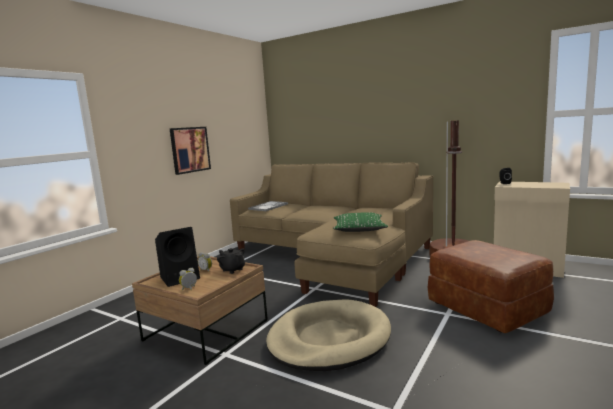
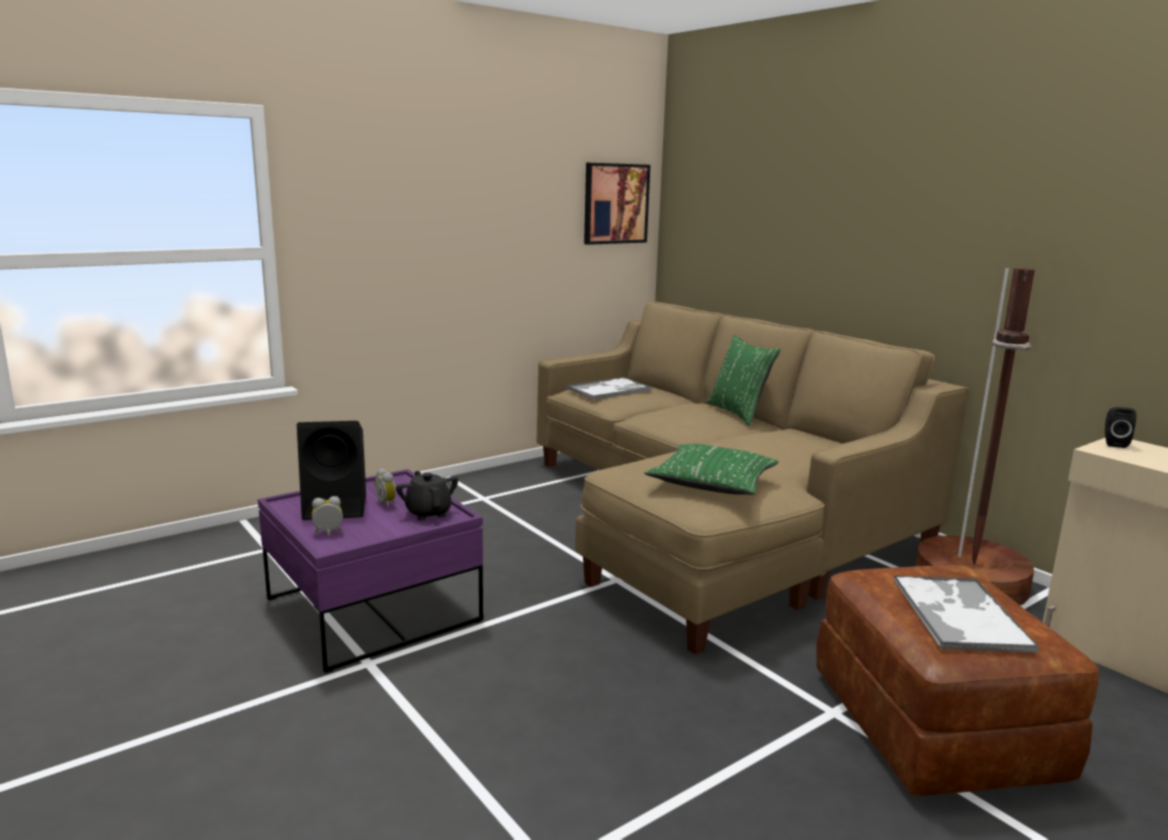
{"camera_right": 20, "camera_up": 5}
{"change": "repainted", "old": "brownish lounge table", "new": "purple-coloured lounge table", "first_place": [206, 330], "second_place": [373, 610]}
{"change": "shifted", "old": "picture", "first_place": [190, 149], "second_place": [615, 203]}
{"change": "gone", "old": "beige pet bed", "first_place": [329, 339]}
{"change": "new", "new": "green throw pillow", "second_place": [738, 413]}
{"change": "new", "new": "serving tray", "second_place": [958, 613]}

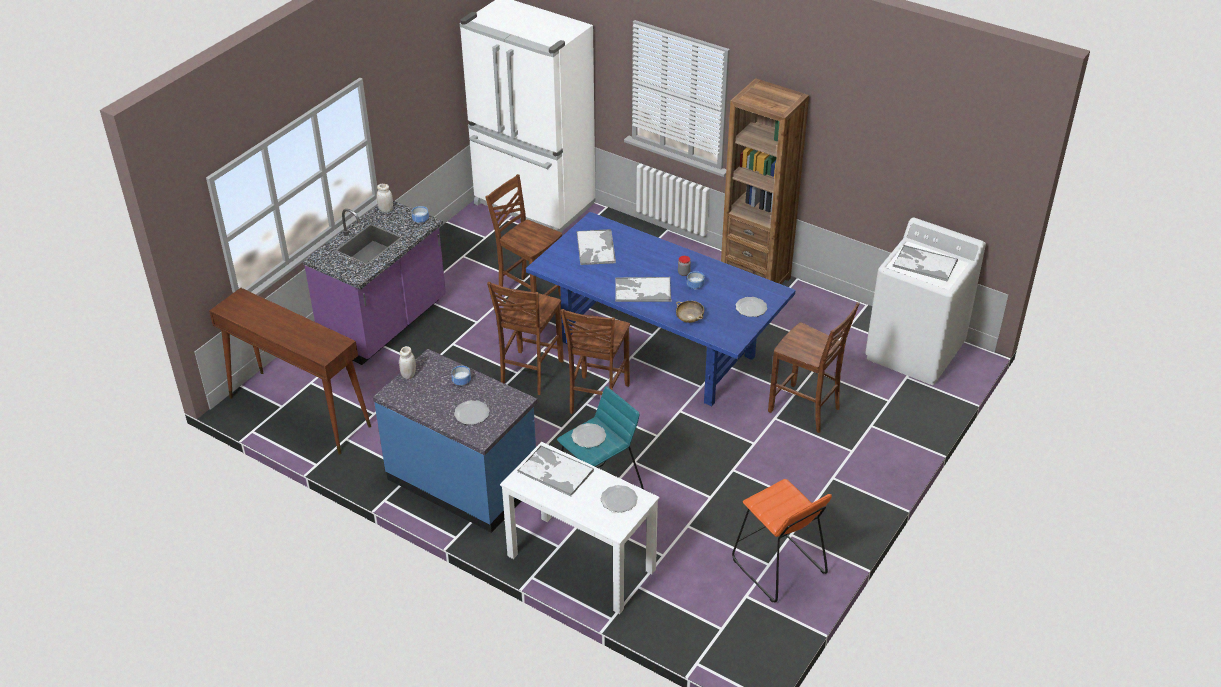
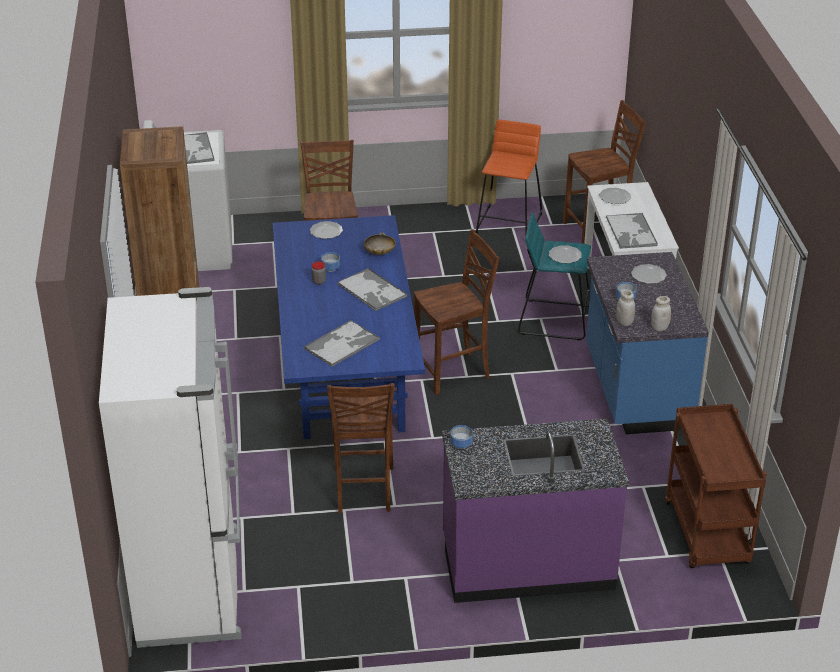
{"camera_right": -130, "camera_up": -5}
{"change": "swapped", "old": "brownish hall table", "new": "brownish wheeled cart", "first_place": [298, 411], "second_place": [708, 535]}
{"change": "shifted", "old": "whitish jar", "first_place": [386, 210], "second_place": [624, 322]}
{"change": "shifted", "old": "brownish plain chair", "first_place": [529, 374], "second_place": [599, 229]}

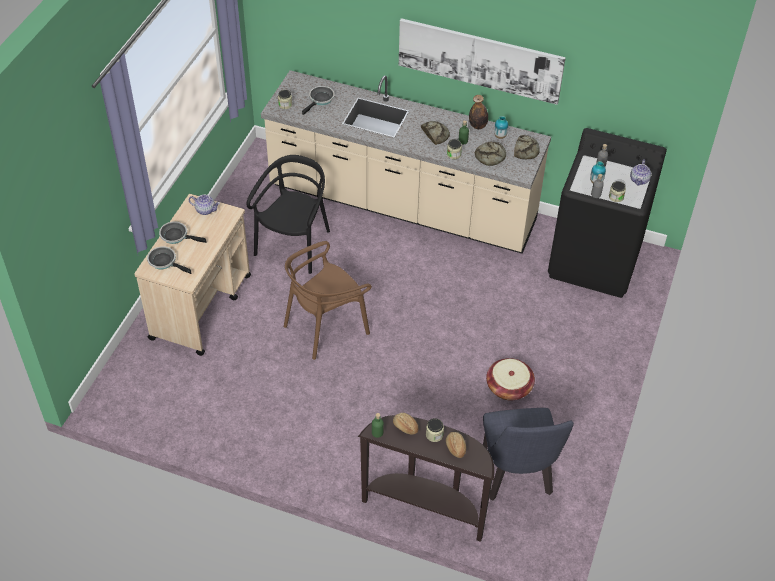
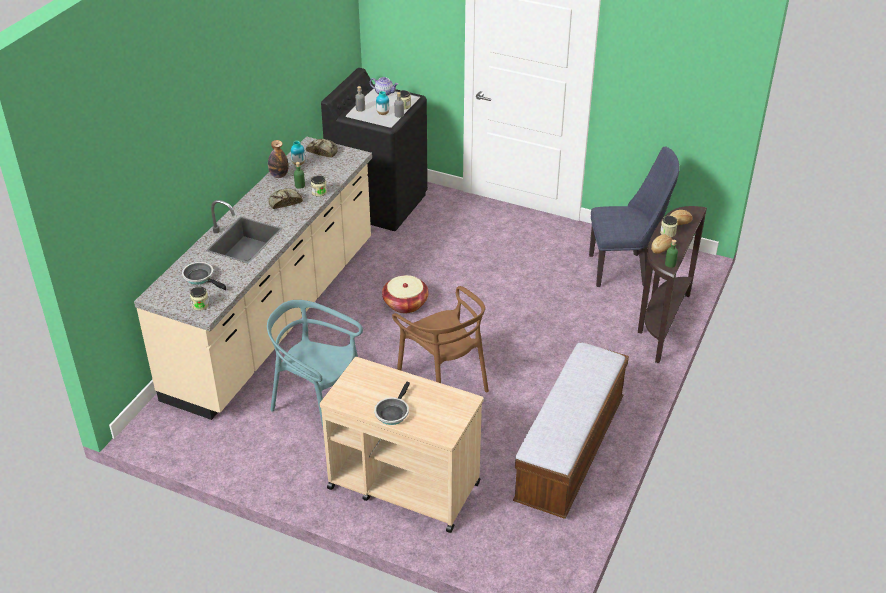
{"camera_right": -85, "camera_up": -10}
{"change": "gone", "old": "pan", "first_place": [164, 262]}
{"change": "gone", "old": "pot for tea", "first_place": [205, 210]}
{"change": "repainted", "old": "black-coloured plain chair", "new": "turquoise-coloured plain chair", "first_place": [294, 245], "second_place": [317, 404]}
{"change": "gone", "old": "picture", "first_place": [480, 60]}
{"change": "gone", "old": "bread", "first_place": [491, 157]}
{"change": "shifted", "old": "household basket", "first_place": [509, 387], "second_place": [405, 303]}
{"change": "new", "new": "indoor bench", "second_place": [569, 451]}

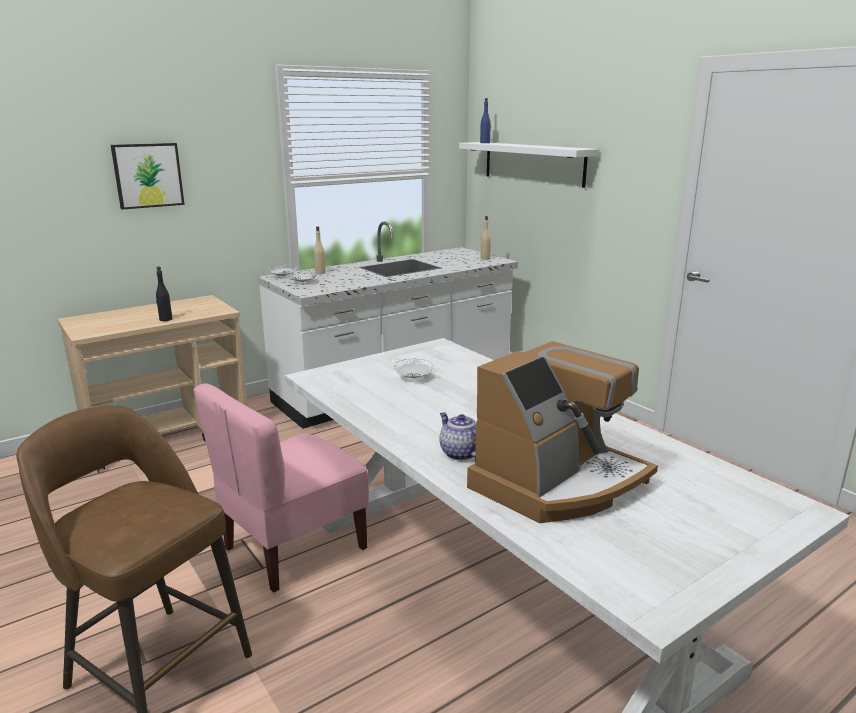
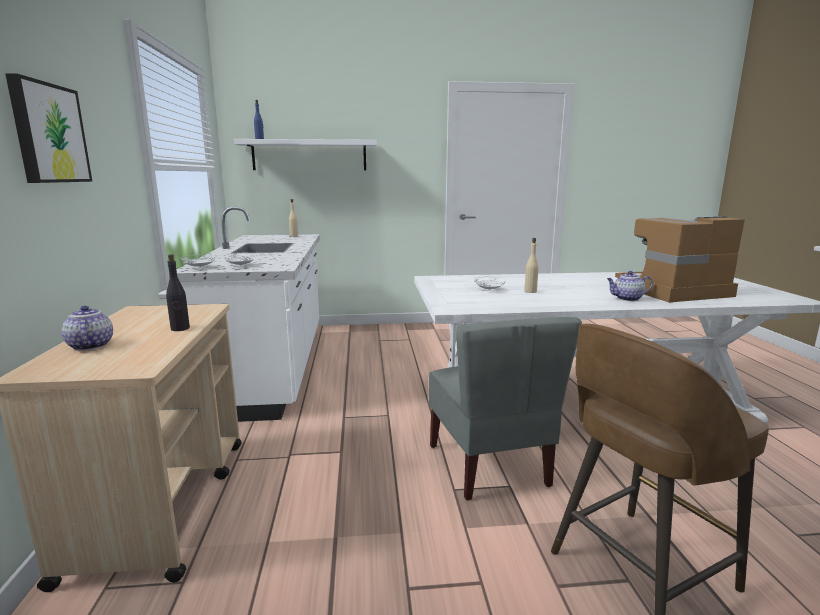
{"camera_right": -60, "camera_up": -5}
{"change": "repainted", "old": "pink plain chair", "new": "greyish plain chair", "first_place": [293, 548], "second_place": [490, 465]}
{"change": "shifted", "old": "beige drink bottle", "first_place": [320, 273], "second_place": [530, 291]}
{"change": "rotated", "old": "coffee maker", "first_place": [558, 483], "second_place": [672, 291], "degrees": -90}
{"change": "new", "new": "pot for tea", "second_place": [90, 345]}

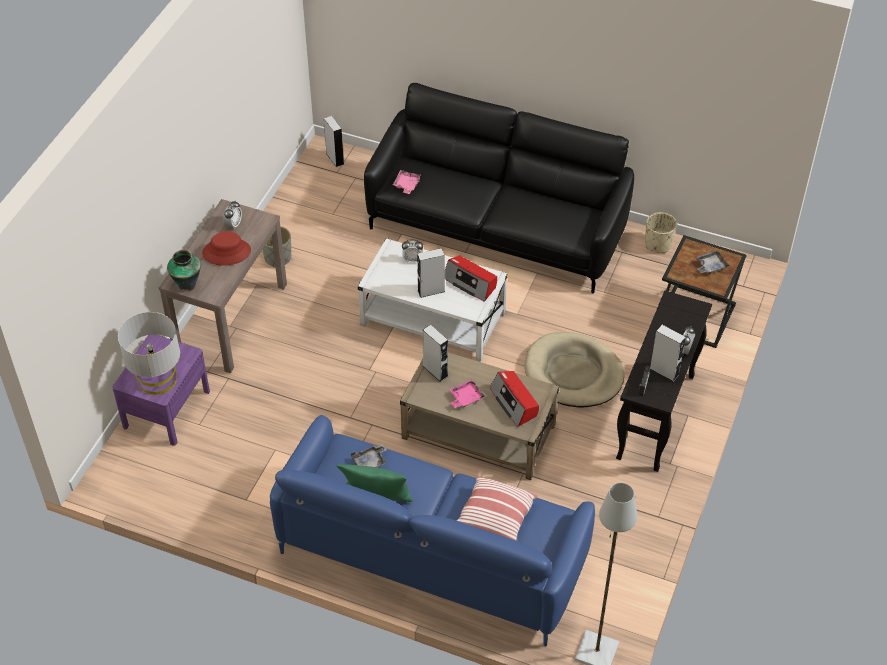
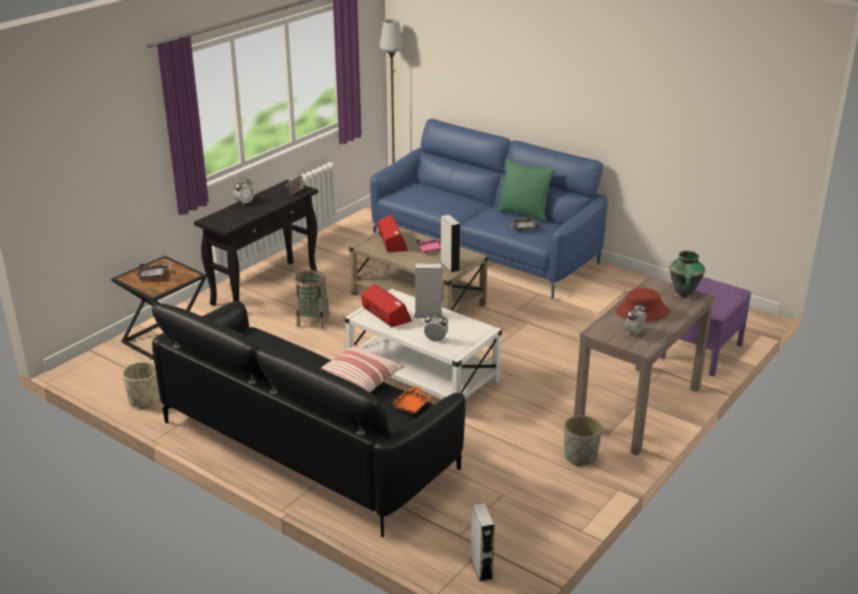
{"camera_right": -165, "camera_up": -20}
{"change": "gone", "old": "greyish tabletop lamp", "first_place": [157, 379]}
{"change": "repainted", "old": "pink serving tray", "new": "orangey serving tray", "first_place": [406, 185], "second_place": [412, 405]}
{"change": "shifted", "old": "throw pillow", "first_place": [495, 517], "second_place": [359, 380]}
{"change": "swapped", "old": "beige pet bed", "new": "household basket", "first_place": [573, 373], "second_place": [313, 320]}
{"change": "gone", "old": "greyish speaker", "first_place": [664, 371]}

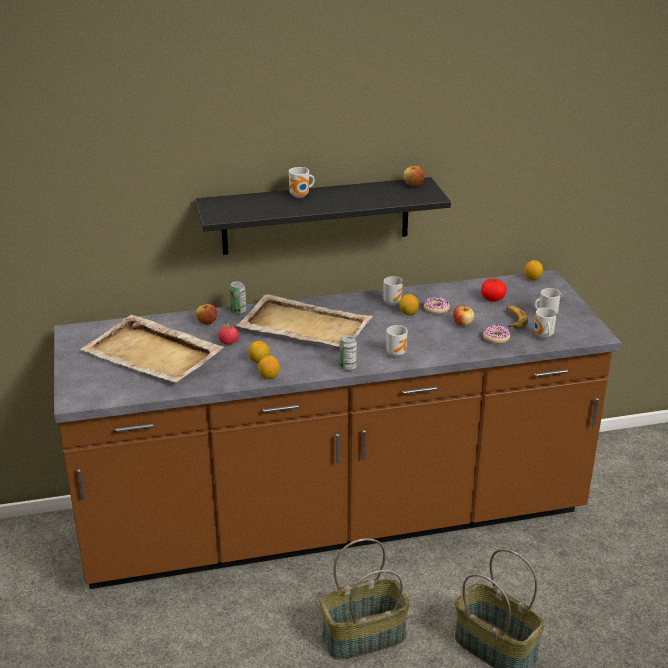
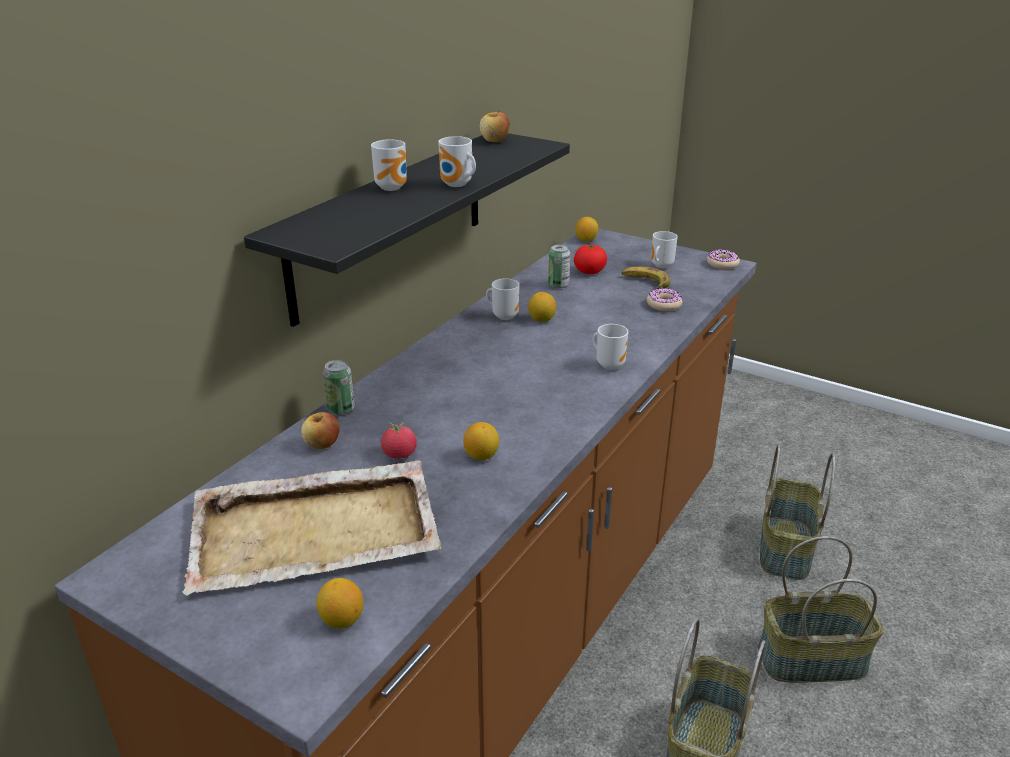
{"camera_right": -45, "camera_up": 0}
{"change": "gone", "old": "beige serving tray", "first_place": [303, 326]}
{"change": "shifted", "old": "whole lemon", "first_place": [269, 376], "second_place": [341, 620]}
{"change": "shifted", "old": "can", "first_place": [348, 367], "second_place": [558, 285]}
{"change": "shifted", "old": "ring doughnut", "first_place": [436, 309], "second_place": [722, 264]}
{"change": "gone", "old": "apple fruit", "first_place": [463, 324]}
{"change": "shifted", "old": "tea mug", "first_place": [542, 336], "second_place": [457, 185]}
{"change": "new", "new": "household basket", "second_place": [783, 547]}

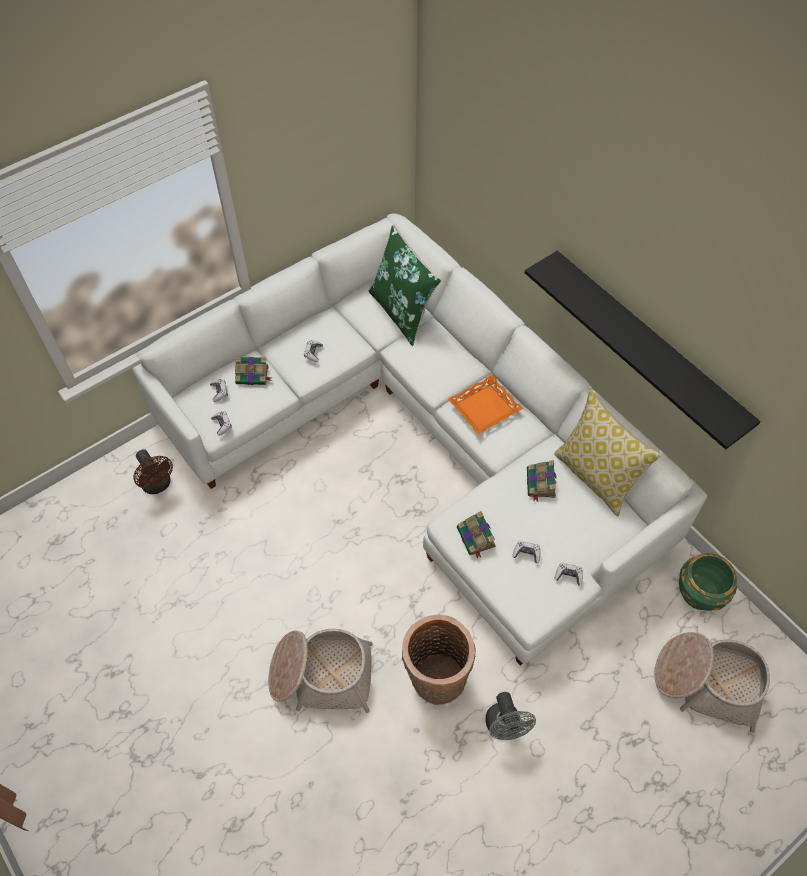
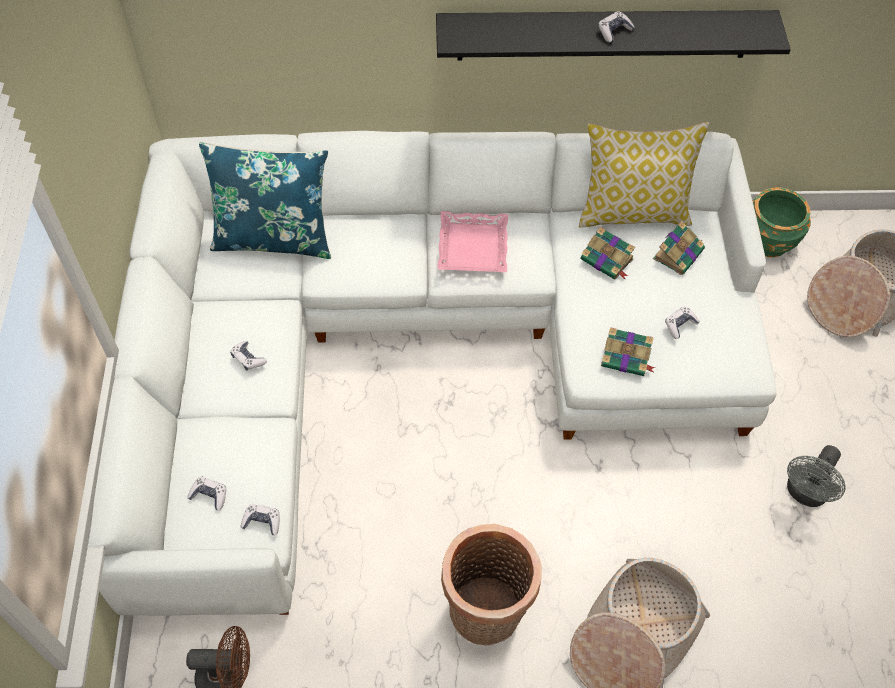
{"camera_right": -55, "camera_up": 0}
{"change": "shifted", "old": "bound book", "first_place": [253, 375], "second_place": [678, 253]}
{"change": "repainted", "old": "green throw pillow", "new": "blue throw pillow", "first_place": [402, 312], "second_place": [274, 238]}
{"change": "shifted", "old": "household basket", "first_place": [435, 681], "second_place": [486, 615]}
{"change": "repainted", "old": "orangey serving tray", "new": "pink serving tray", "first_place": [484, 407], "second_place": [472, 247]}
{"change": "rotated", "old": "greyish cooling fan", "first_place": [505, 727], "second_place": [805, 493], "degrees": 105}
{"change": "shifted", "old": "game controller", "first_place": [568, 575], "second_place": [614, 31]}

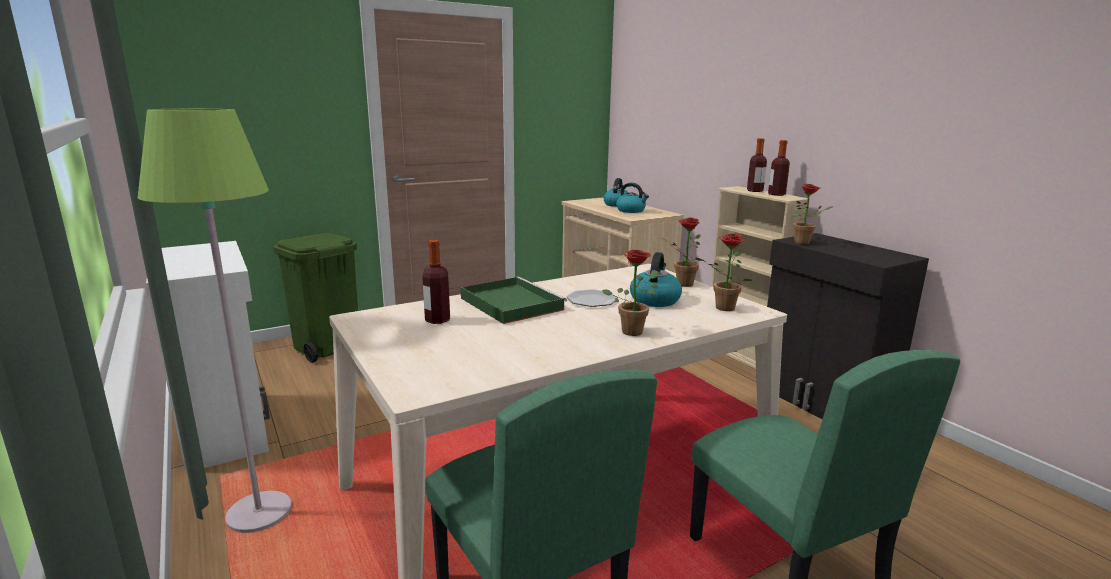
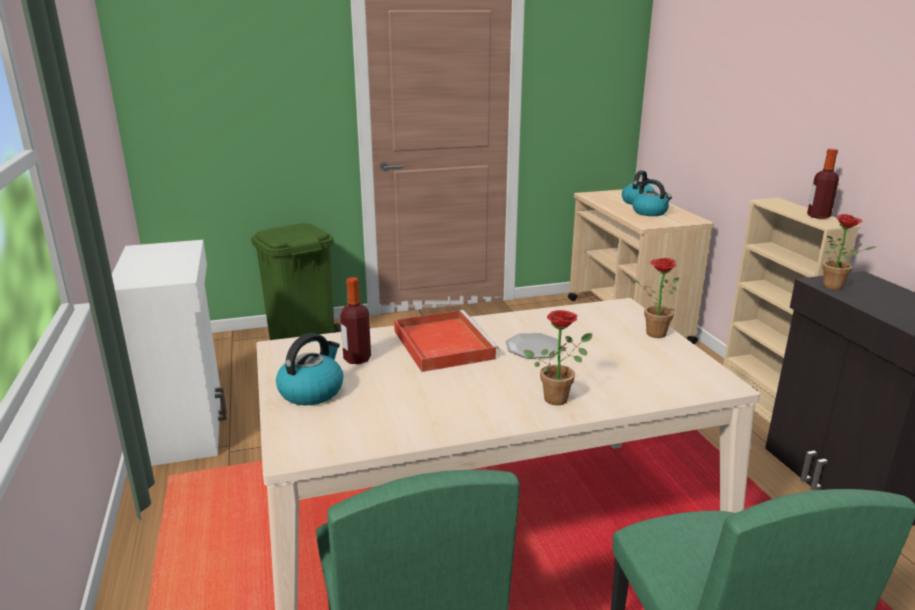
{"camera_right": 15, "camera_up": 5}
{"change": "gone", "old": "green standard lamp", "first_place": [259, 513]}
{"change": "repainted", "old": "green serving tray", "new": "red serving tray", "first_place": [510, 303], "second_place": [442, 343]}
{"change": "shifted", "old": "tea kettle", "first_place": [654, 300], "second_place": [312, 391]}
{"change": "gone", "old": "plant in a pot", "first_place": [721, 308]}
{"change": "gone", "old": "drink bottle", "first_place": [755, 191]}

